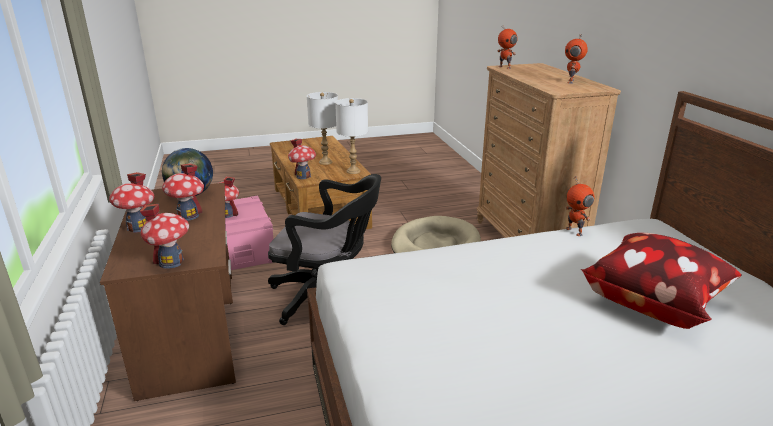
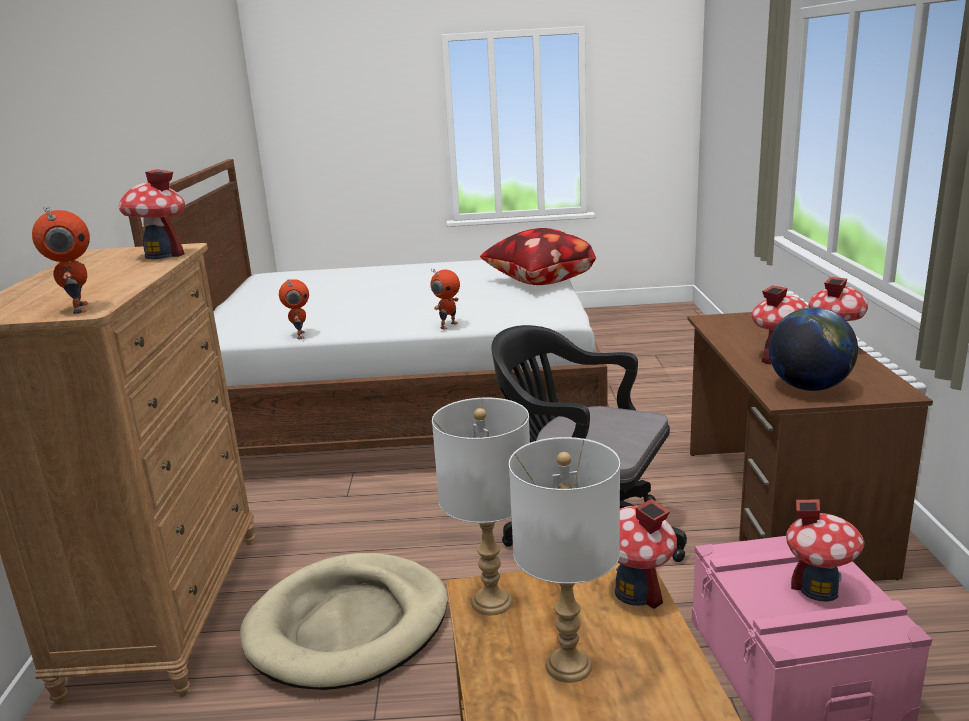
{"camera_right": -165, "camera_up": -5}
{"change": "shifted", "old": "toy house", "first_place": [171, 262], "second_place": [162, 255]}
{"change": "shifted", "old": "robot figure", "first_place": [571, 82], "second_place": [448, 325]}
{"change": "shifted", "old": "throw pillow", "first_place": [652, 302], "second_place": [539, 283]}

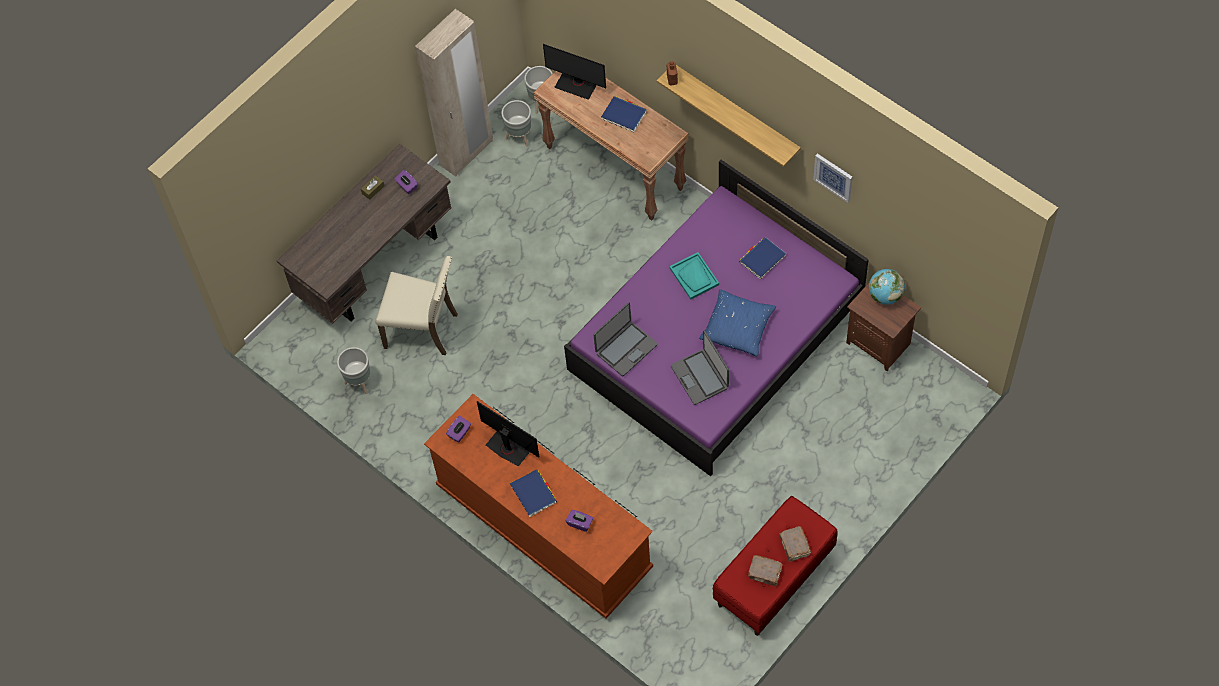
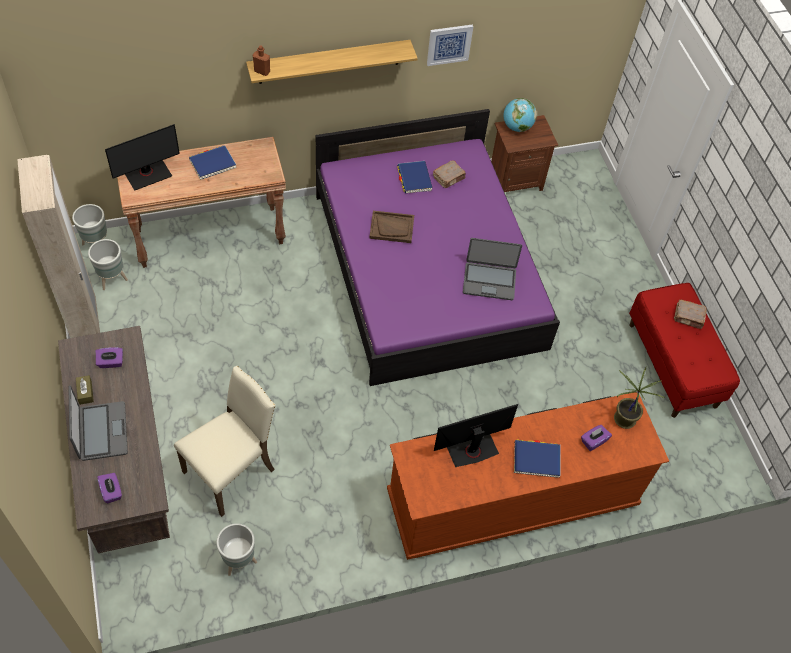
{"camera_right": -65, "camera_up": -5}
{"change": "shifted", "old": "purple-coloured box of tissues", "first_place": [459, 433], "second_place": [111, 491]}
{"change": "shifted", "old": "portable computer", "first_place": [626, 348], "second_place": [101, 431]}
{"change": "repainted", "old": "turquoise-coloured serving tray", "new": "brownish serving tray", "first_place": [694, 276], "second_place": [392, 228]}
{"change": "gone", "old": "blue throw pillow", "first_place": [738, 327]}
{"change": "shifted", "old": "brownish bound book", "first_place": [765, 573], "second_place": [449, 178]}
{"change": "new", "new": "plant in a pot", "second_place": [624, 420]}

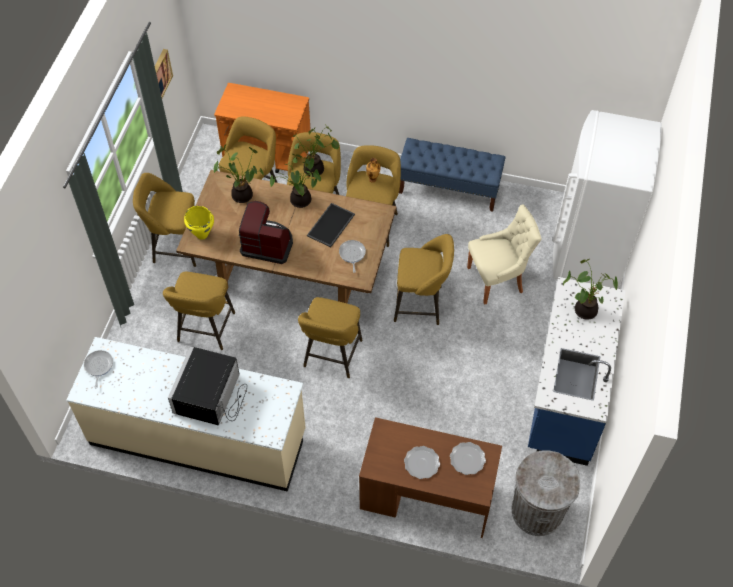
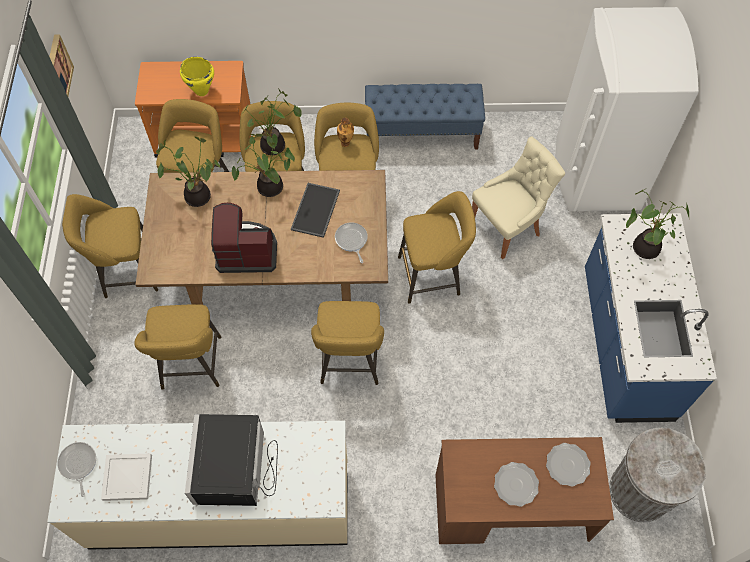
{"camera_right": -15, "camera_up": 5}
{"change": "shifted", "old": "yellow-coloured cooking pot", "first_place": [202, 234], "second_place": [201, 91]}
{"change": "new", "new": "whitish serving tray", "second_place": [127, 477]}

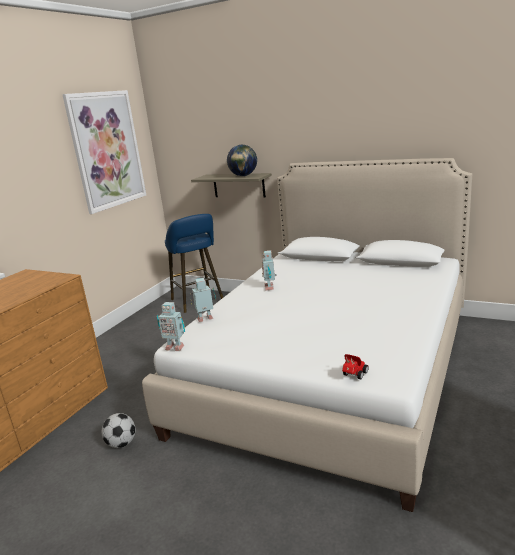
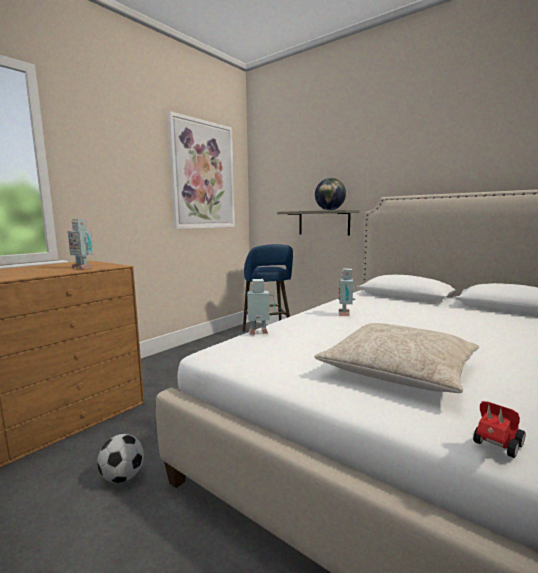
{"camera_right": 10, "camera_up": -10}
{"change": "shifted", "old": "robot figure", "first_place": [175, 347], "second_place": [83, 268]}
{"change": "new", "new": "beige throw pillow", "second_place": [398, 371]}

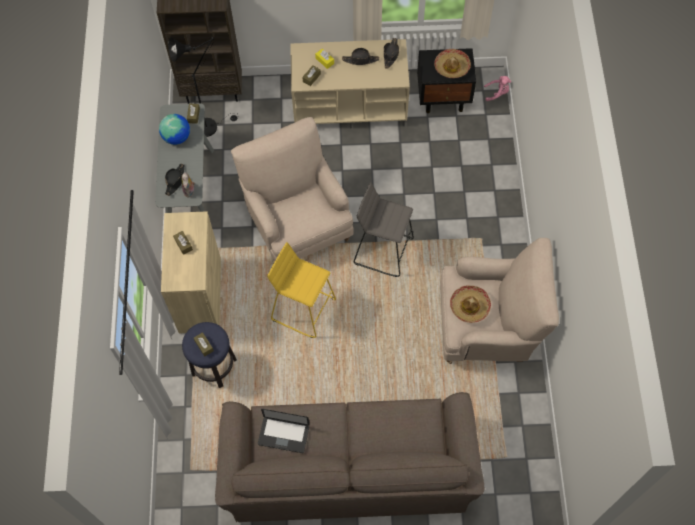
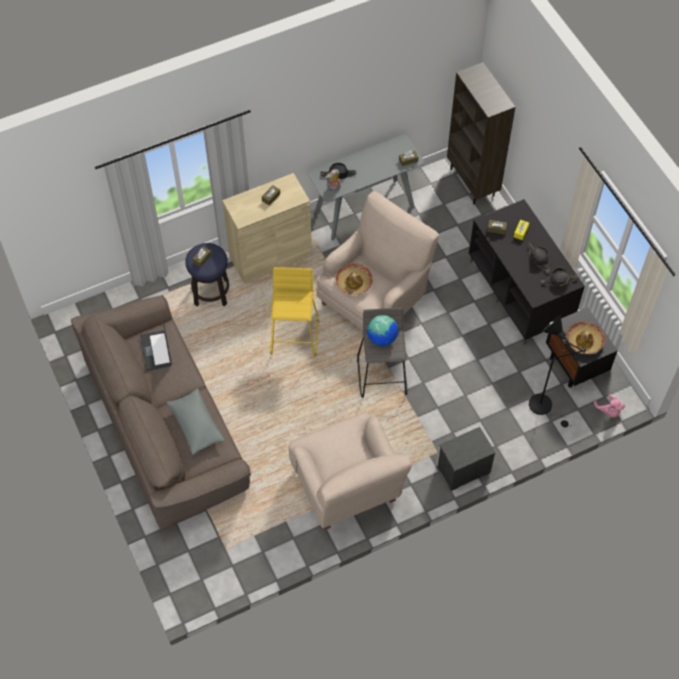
{"camera_right": 65, "camera_up": -5}
{"change": "shifted", "old": "world globe", "first_place": [177, 137], "second_place": [382, 338]}
{"change": "shifted", "old": "black-coloured standard lamp", "first_place": [210, 125], "second_place": [544, 407]}
{"change": "repainted", "old": "beige tv stand", "new": "black-coloured tv stand", "first_place": [350, 106], "second_place": [520, 292]}
{"change": "shifted", "old": "hat", "first_place": [469, 306], "second_place": [353, 282]}
{"change": "new", "new": "greyish throw pillow", "second_place": [196, 425]}
{"change": "new", "new": "bedside table", "second_place": [462, 469]}

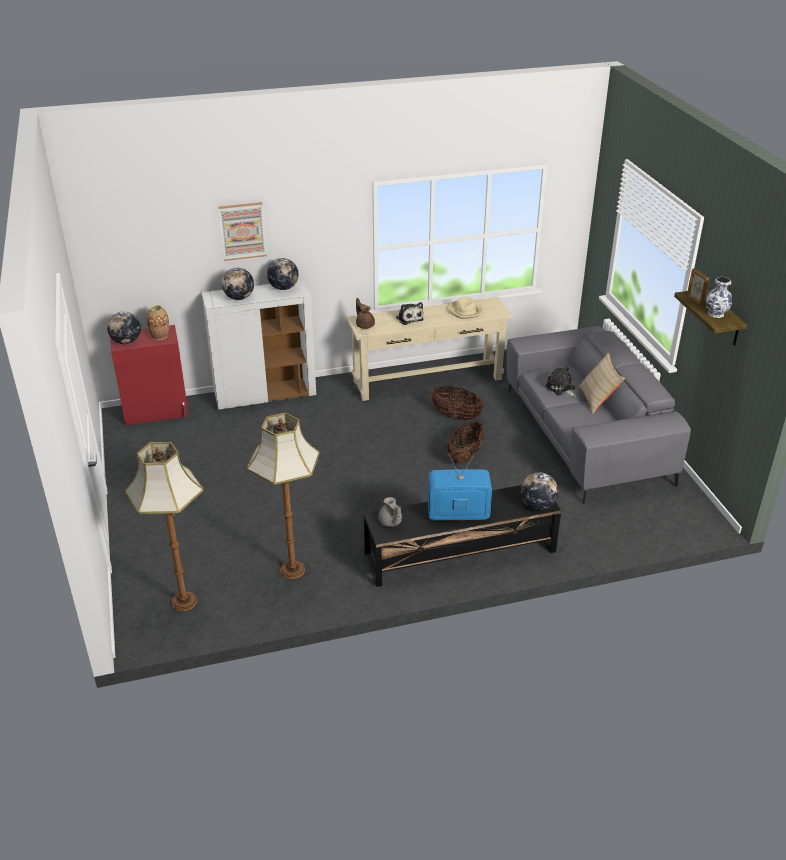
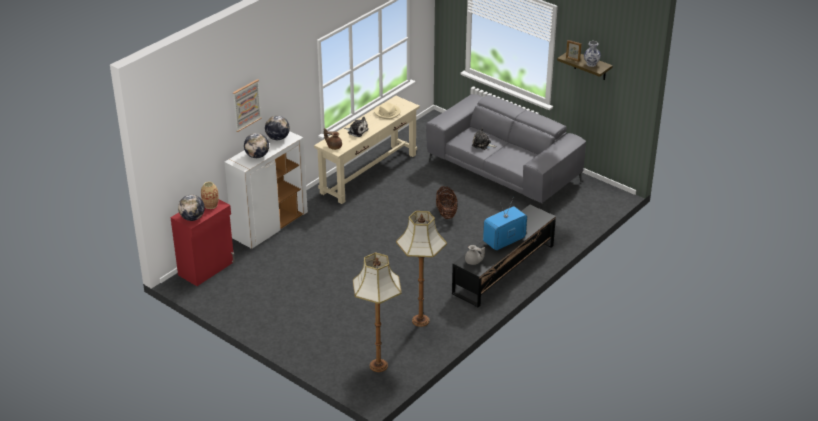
{"camera_right": -35, "camera_up": 0}
{"change": "gone", "old": "household basket", "first_place": [456, 416]}
{"change": "gone", "old": "world globe", "first_place": [537, 505]}
{"change": "gone", "old": "beige throw pillow", "first_place": [597, 399]}

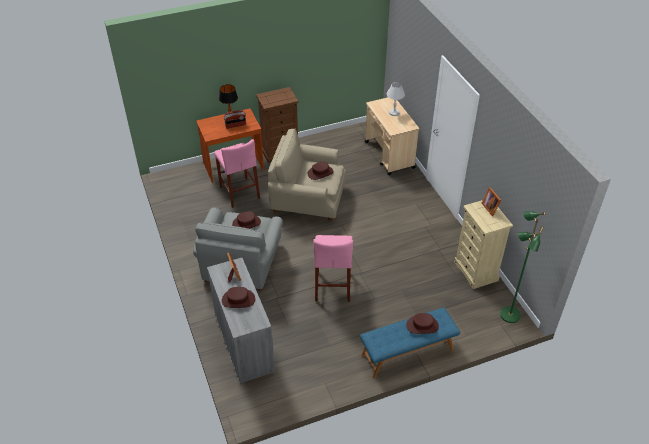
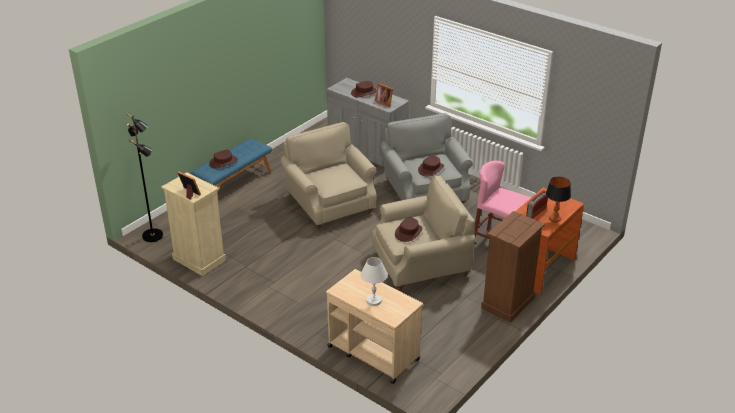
{"camera_right": 150, "camera_up": -10}
{"change": "swapped", "old": "pink sitting stool", "new": "beige armchair", "first_place": [332, 286], "second_place": [329, 204]}
{"change": "repainted", "old": "green standard lamp", "new": "black-coloured standard lamp", "first_place": [509, 315], "second_place": [153, 235]}

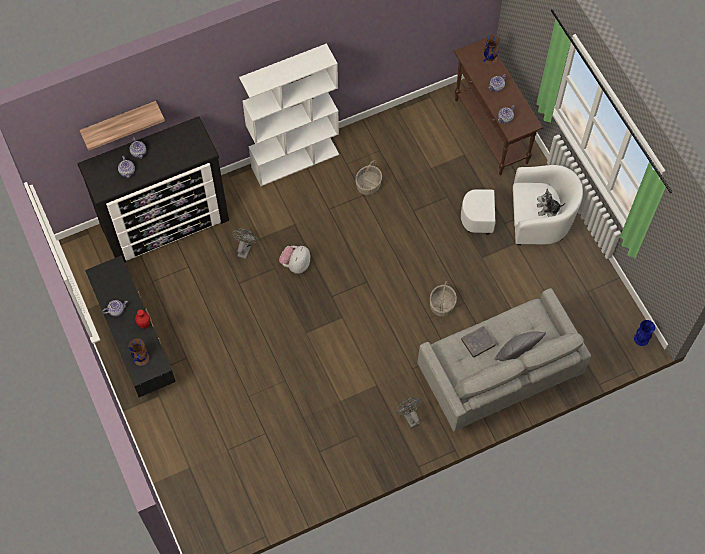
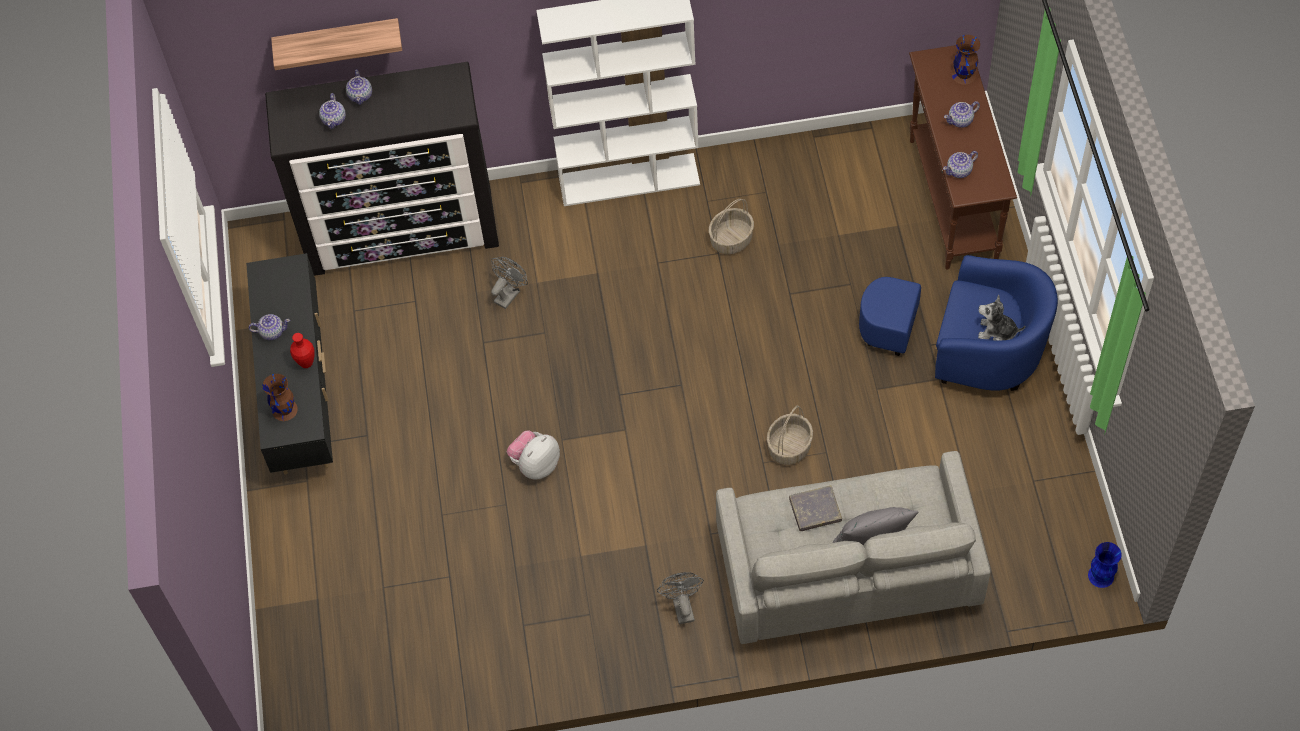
{"camera_right": 20, "camera_up": -5}
{"change": "shifted", "old": "plush toy", "first_place": [296, 264], "second_place": [535, 464]}
{"change": "repainted", "old": "whitish armchair", "new": "blue armchair", "first_place": [524, 221], "second_place": [963, 348]}

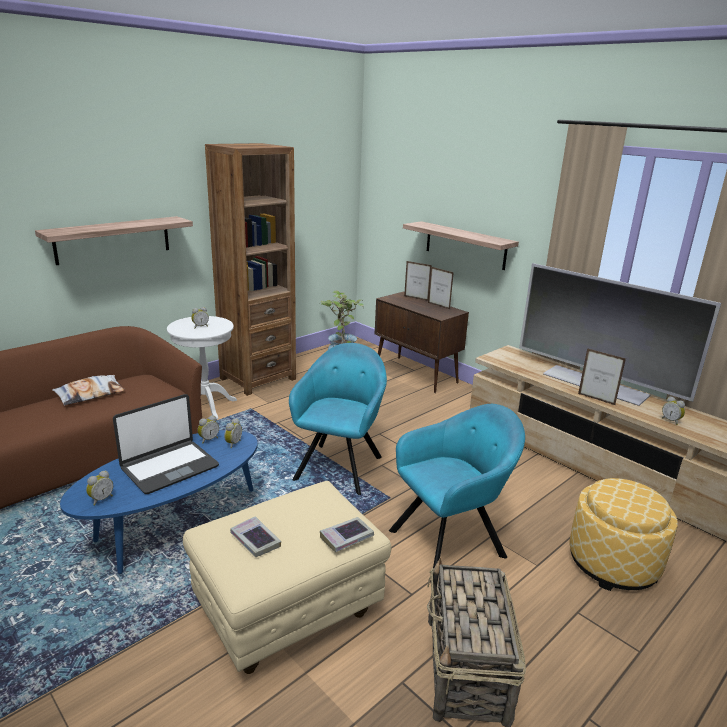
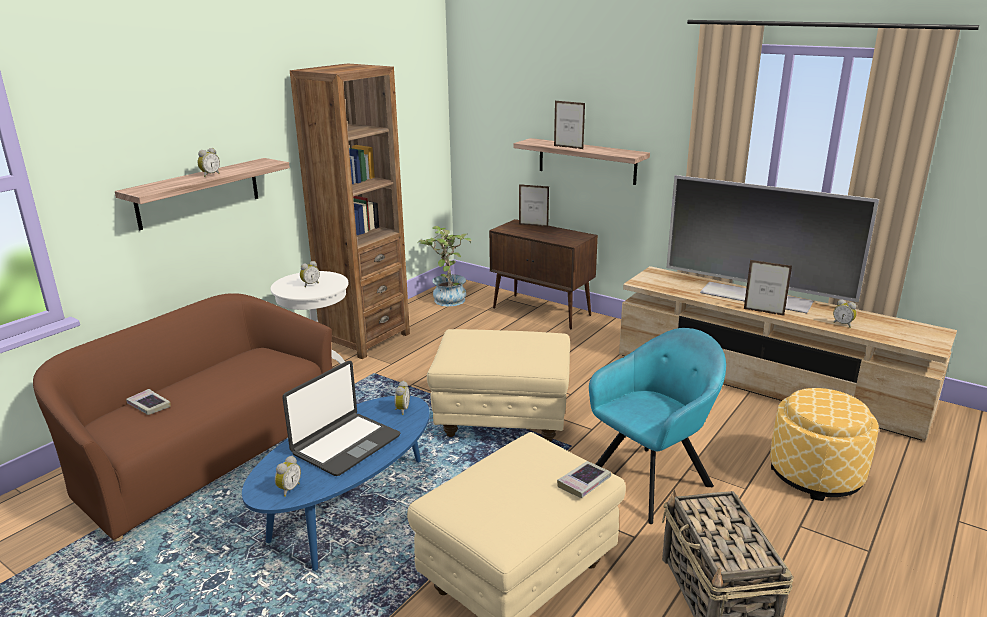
{"camera_right": -10, "camera_up": 0}
{"change": "gone", "old": "throw pillow", "first_place": [90, 394]}
{"change": "shifted", "old": "table clock", "first_place": [208, 439], "second_place": [210, 175]}
{"change": "shifted", "old": "bound book", "first_place": [255, 540], "second_place": [149, 405]}
{"change": "swapped", "old": "turquoise-coloured armchair", "new": "beige footrest", "first_place": [340, 466], "second_place": [503, 421]}
{"change": "shifted", "old": "standing frame", "first_place": [438, 306], "second_place": [568, 147]}

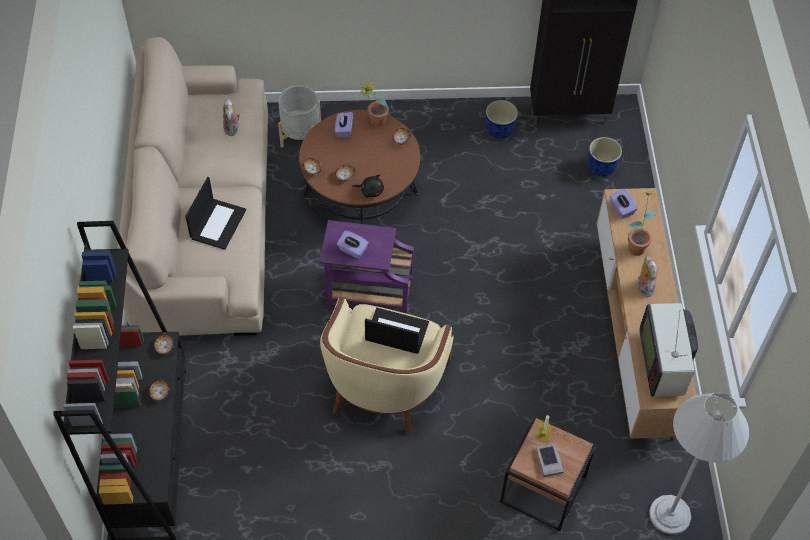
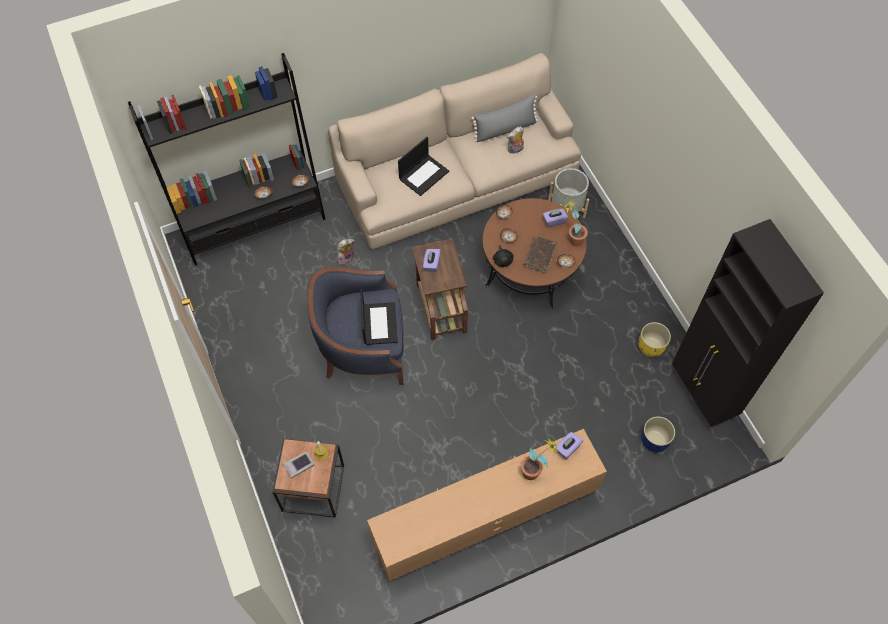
{"camera_right": 70, "camera_up": 5}
{"change": "rotated", "old": "portable computer", "first_place": [218, 223], "second_place": [424, 174], "degrees": -45}
{"change": "repainted", "old": "purple-coloured accent table", "new": "brownish accent table", "first_place": [367, 291], "second_place": [440, 306]}
{"change": "repainted", "old": "beige armchair", "new": "blue armchair", "first_place": [384, 384], "second_place": [363, 346]}
{"change": "repainted", "old": "blue planter", "new": "yellow-coloured planter", "first_place": [499, 130], "second_place": [650, 347]}
{"change": "shifted", "old": "plush toy", "first_place": [643, 287], "second_place": [346, 258]}
{"change": "gone", "old": "TV", "first_place": [664, 362]}
{"change": "gone", "old": "whitish standard lamp", "first_place": [670, 514]}
{"change": "new", "new": "greyish throw pillow", "second_place": [505, 129]}
{"change": "new", "new": "brownish bound book", "second_place": [540, 256]}

